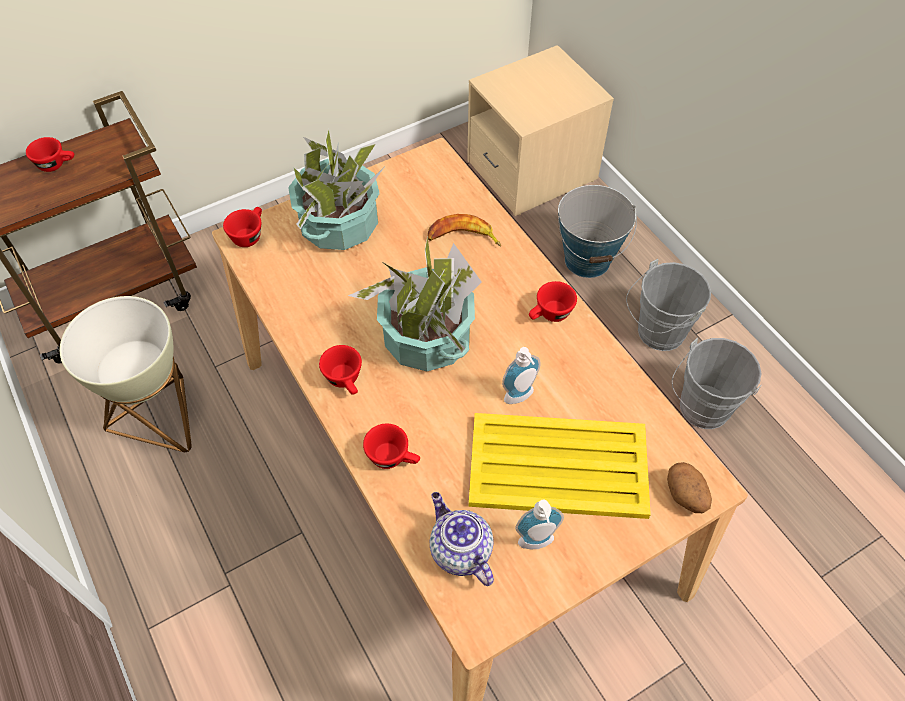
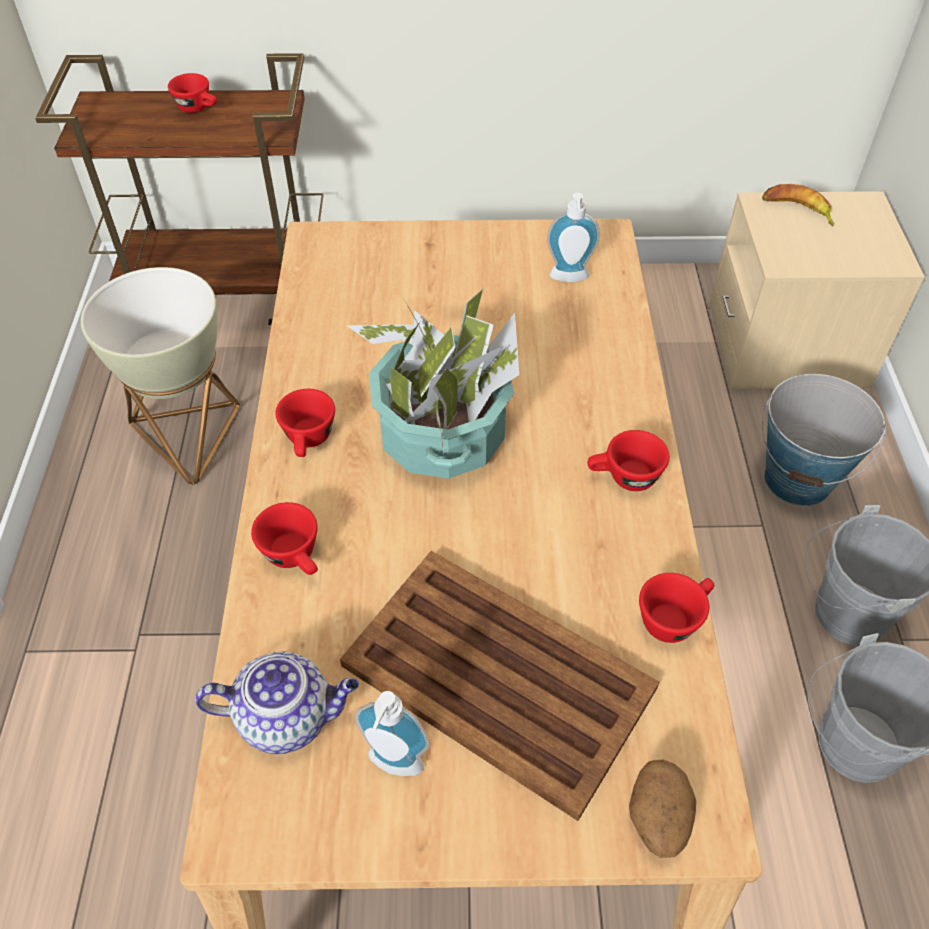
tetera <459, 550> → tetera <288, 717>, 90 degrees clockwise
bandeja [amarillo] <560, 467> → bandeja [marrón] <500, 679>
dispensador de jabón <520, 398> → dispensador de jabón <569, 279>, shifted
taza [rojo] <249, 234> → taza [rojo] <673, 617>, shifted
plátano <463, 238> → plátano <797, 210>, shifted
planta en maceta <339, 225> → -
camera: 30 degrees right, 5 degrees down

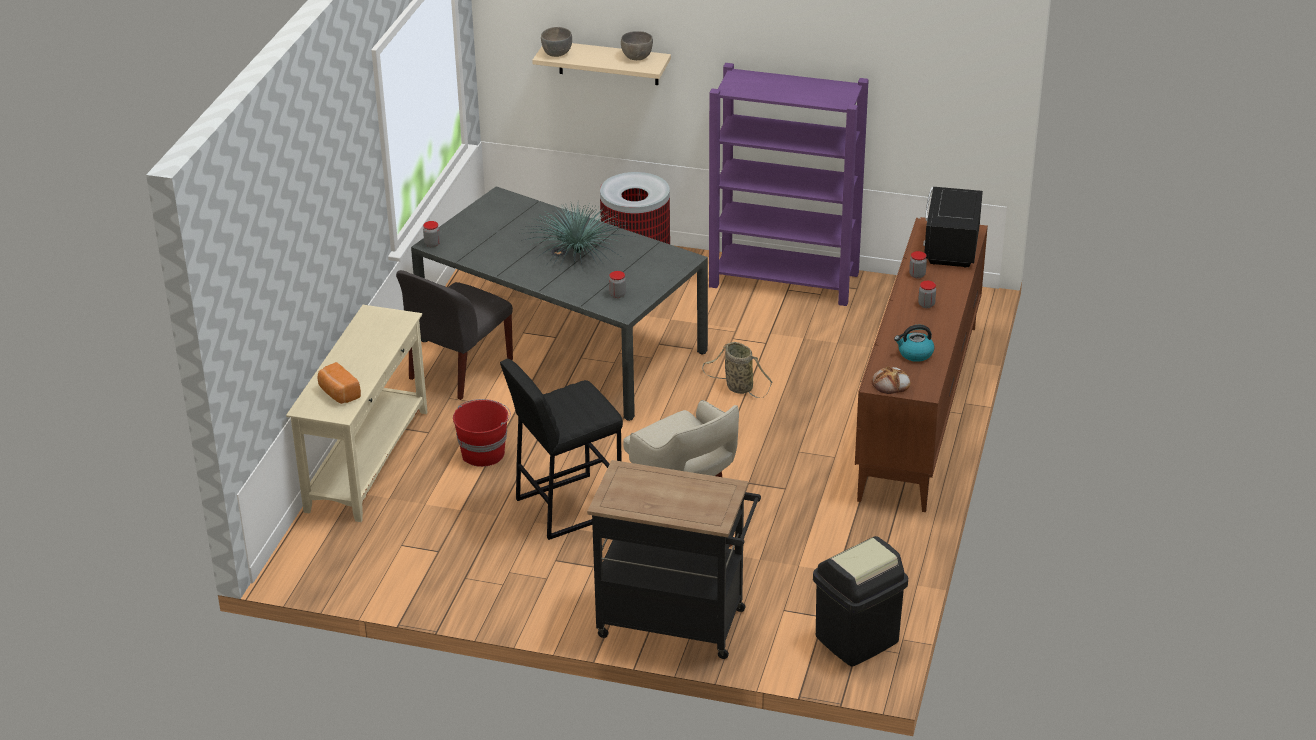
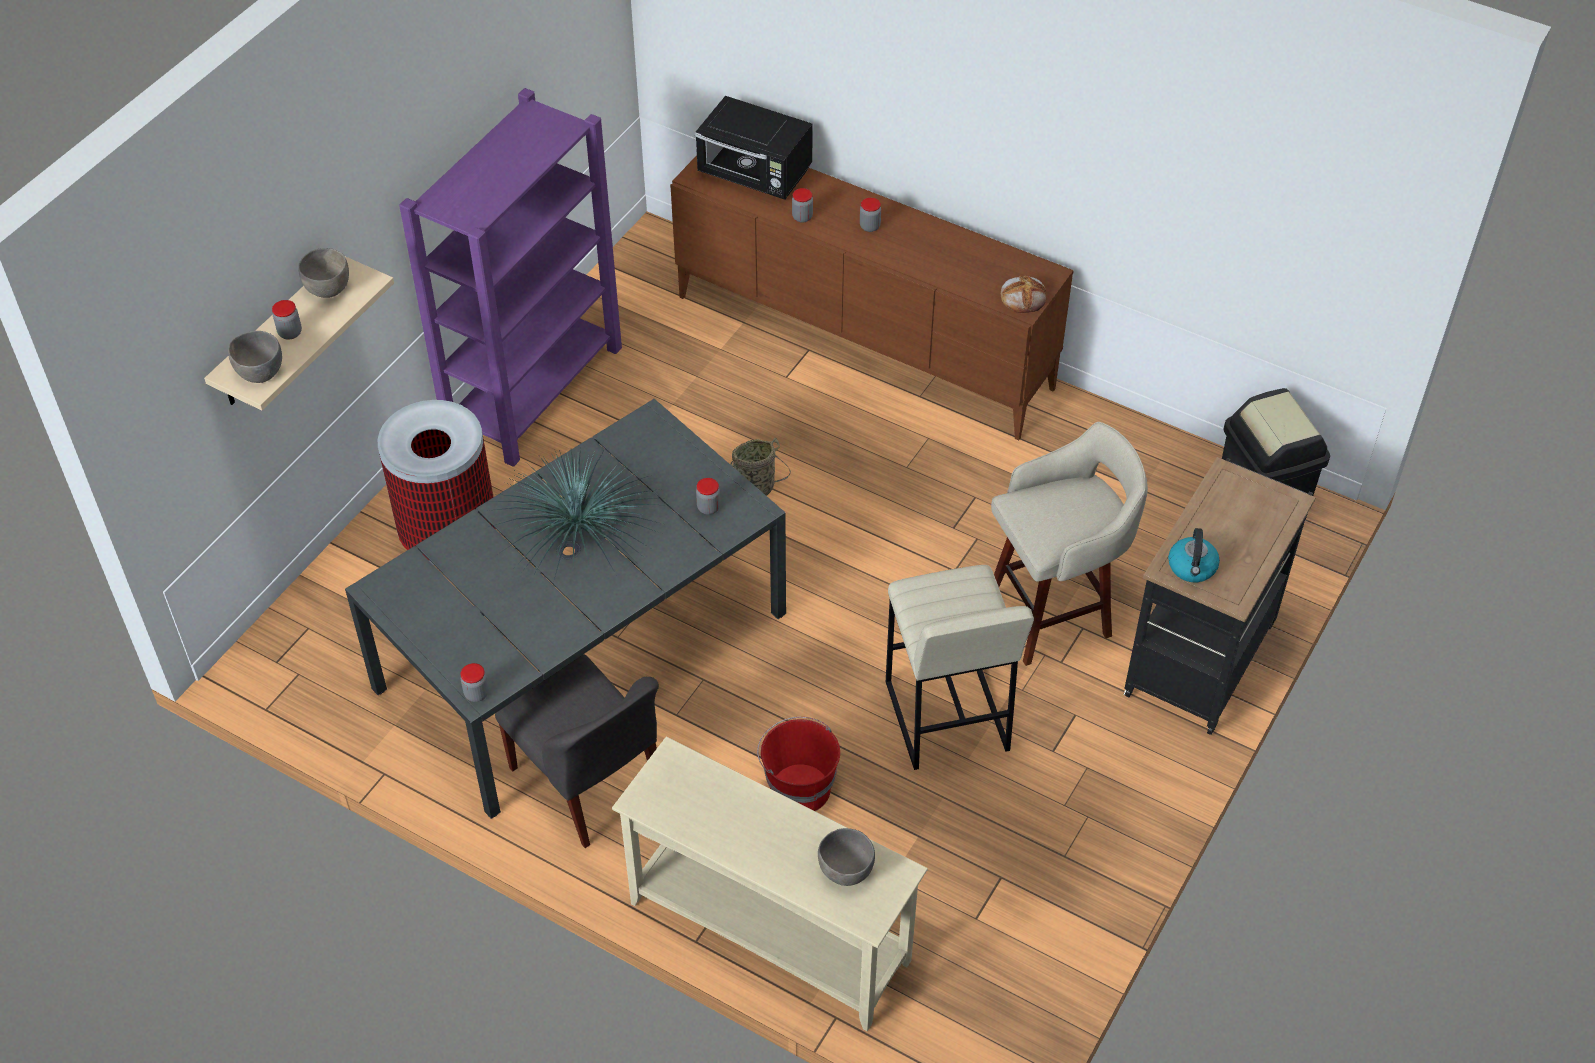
- → tarro <290, 333>
pan <338, 394> → cuenco [gris] <845, 870>
taburete [negro] <566, 507> → taburete [beis] <948, 719>
hervidor <915, 354> → hervidor <1192, 568>, shifted
camera: 75 degrees left, 15 degrees up

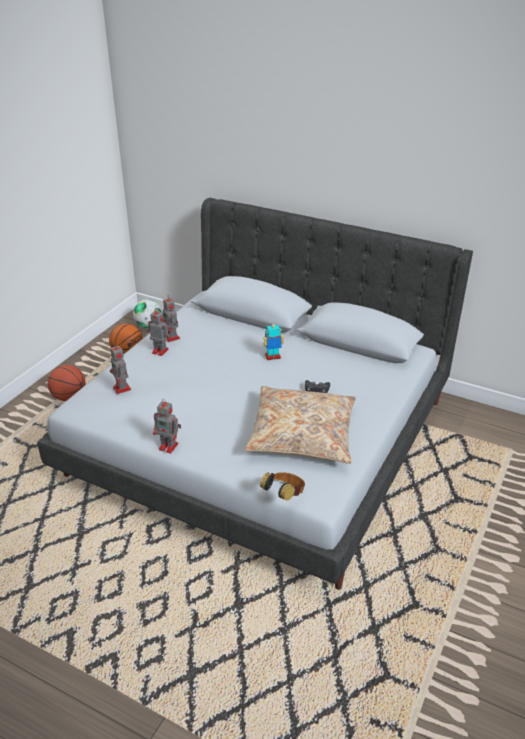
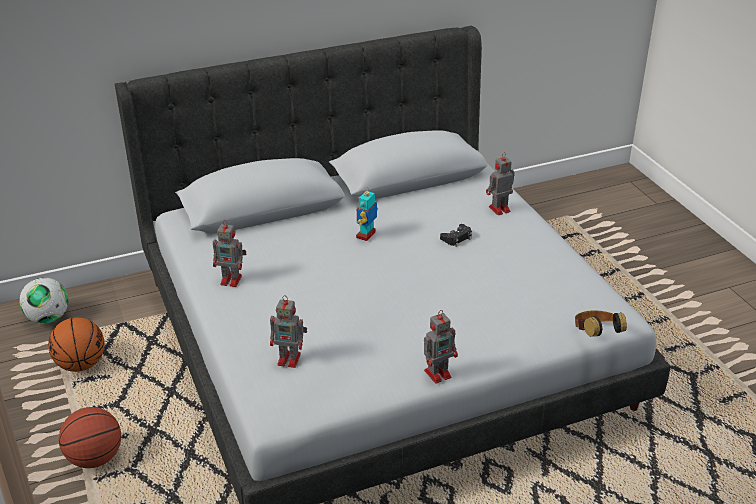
robot de juguete <159, 351> → robot de juguete <498, 209>, shifted
cojín [beis] <302, 434> → -
camera: 50 degrees left, 0 degrees up

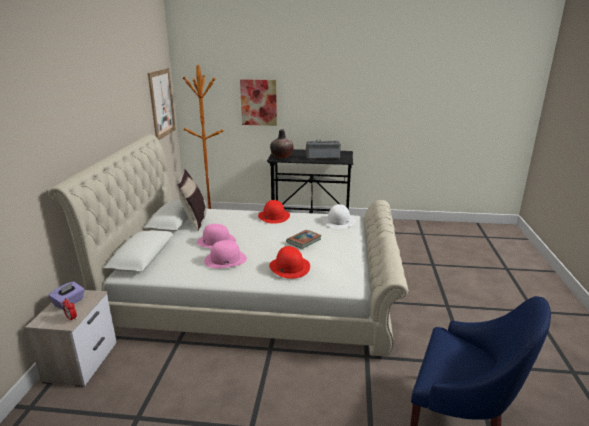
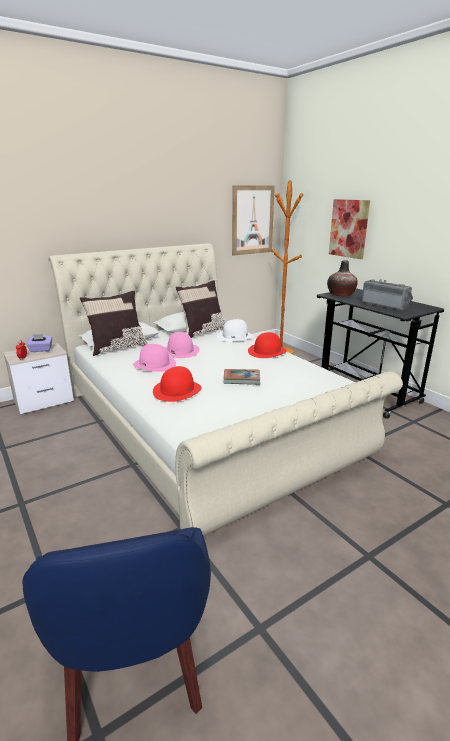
- → cojín <117, 348>
sombrero [blanco] <339, 221> → sombrero [blanco] <235, 336>, shifted
camera: 50 degrees right, 0 degrees up

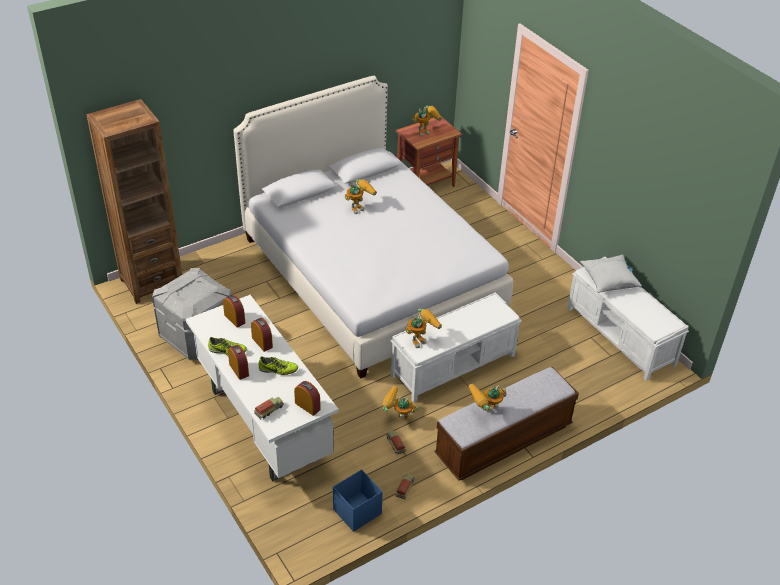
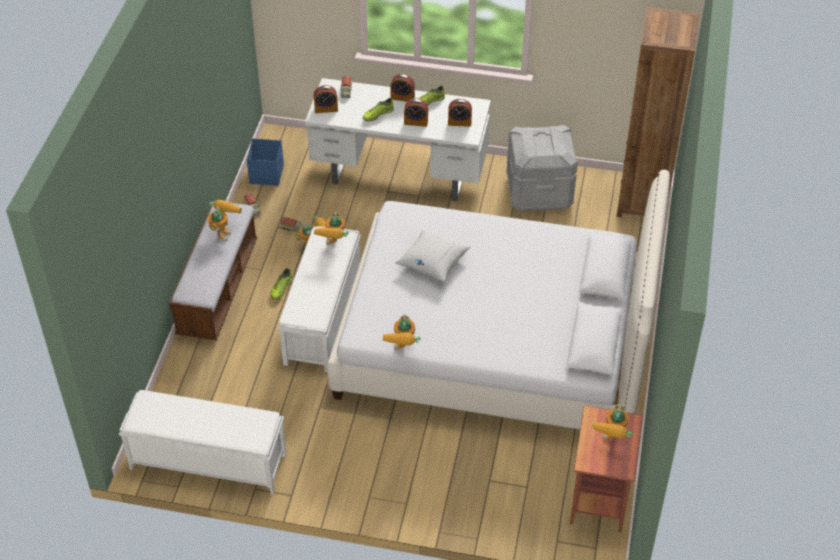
- → zapato <281, 288>
robot de juguete <359, 207> → robot de juguete <403, 349>, shifted
cojín [gris] <609, 280> → cojín [gris] <433, 262>, shifted
camera: 135 degrees right, 5 degrees up

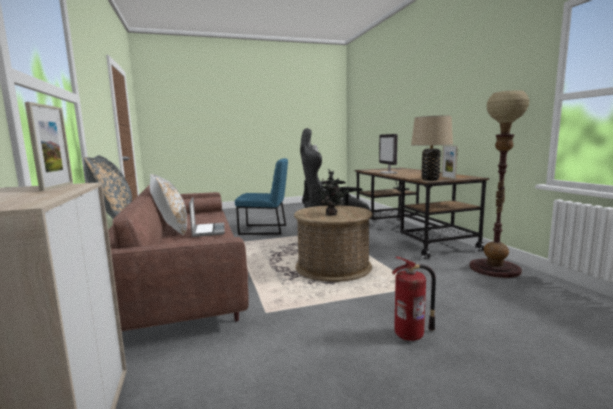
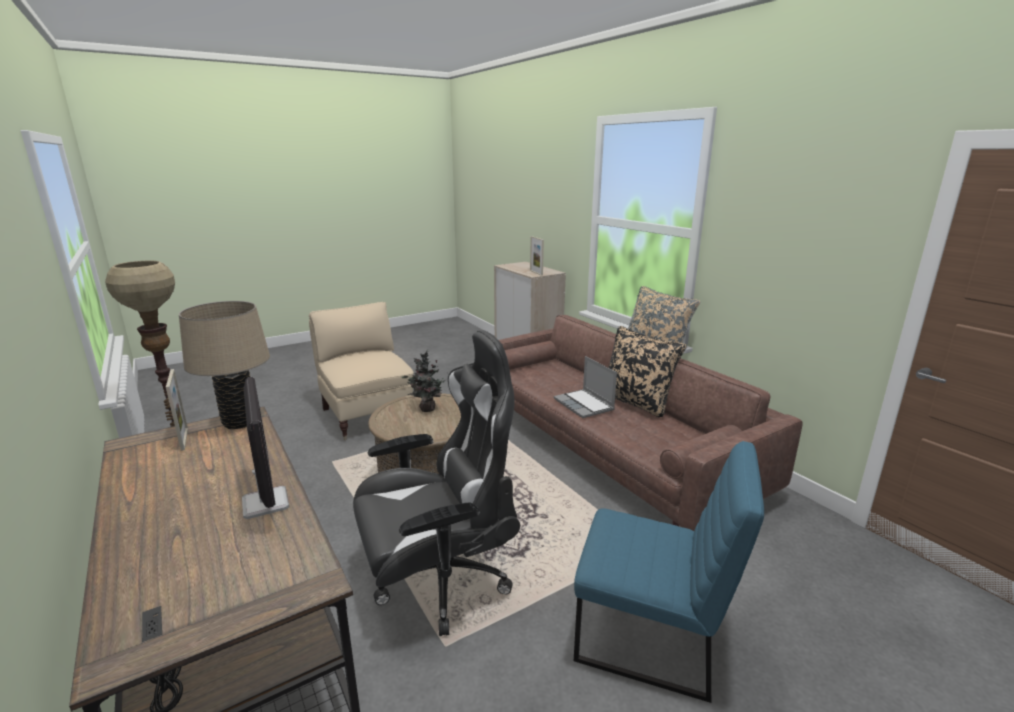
extintor <411, 335> → sillón [beis] <367, 415>
silla [azul] <264, 230> → silla [azul] <651, 639>, 150 degrees counterclockwise
cojín [blanco] <171, 230> → cojín [negro] <636, 405>
camera: 165 degrees right, 10 degrees up

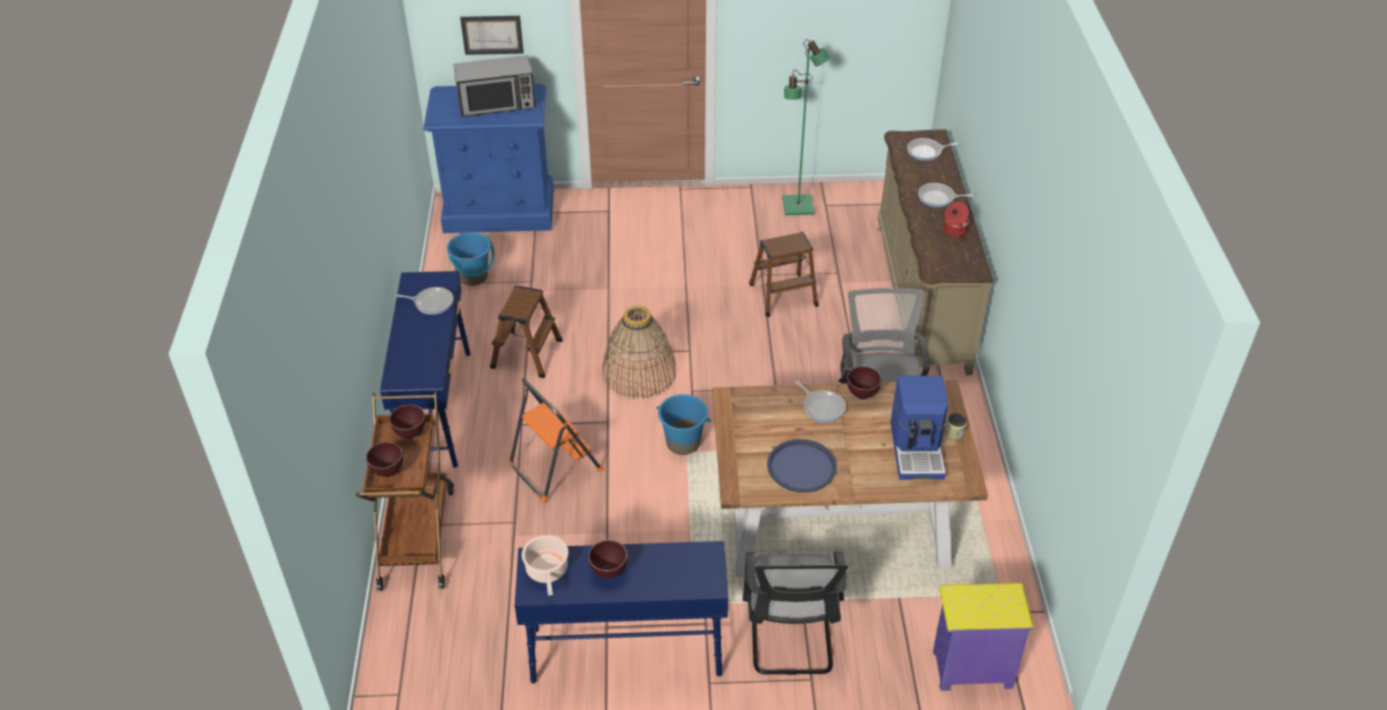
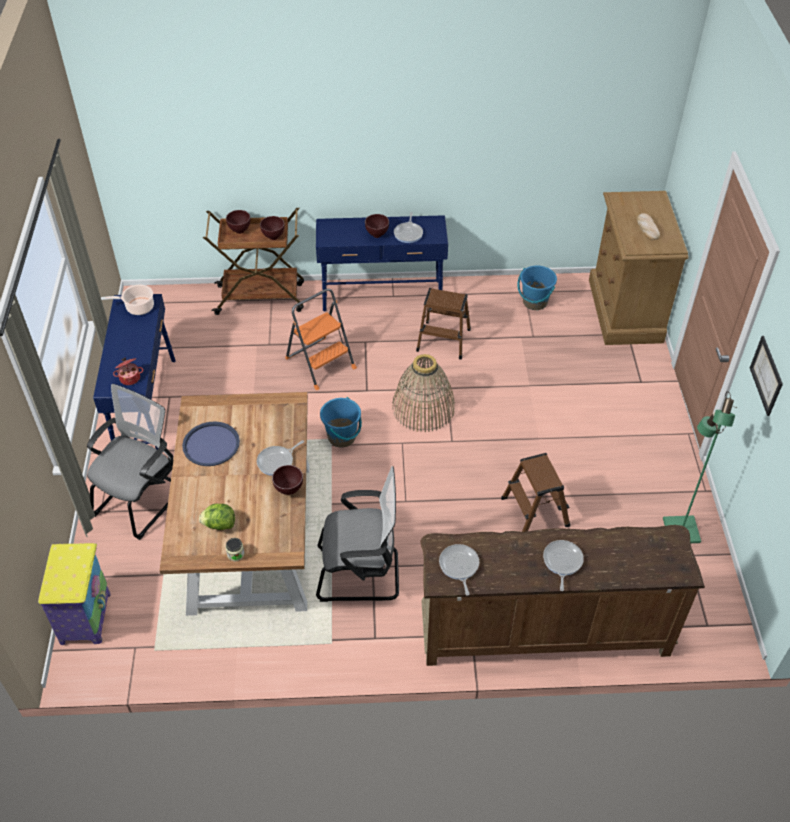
silla <789, 635> → silla <142, 500>, 120 degrees clockwise
olla <954, 231> → olla <130, 378>, shifted
cafetera <918, 449> → lechuga <219, 524>
cuenco [marrón] <608, 571> → cuenco [marrón] <377, 235>, shifted
sartén <926, 152> → sartén <459, 566>, shifted
cómoda [azul] <499, 211> → cómoda [marrón] <625, 310>
microondas <497, 104> → pan <647, 228>
cuadro <492, 34> → cuadro <766, 375>, shifted
camera: 90 degrees right, 5 degrees up

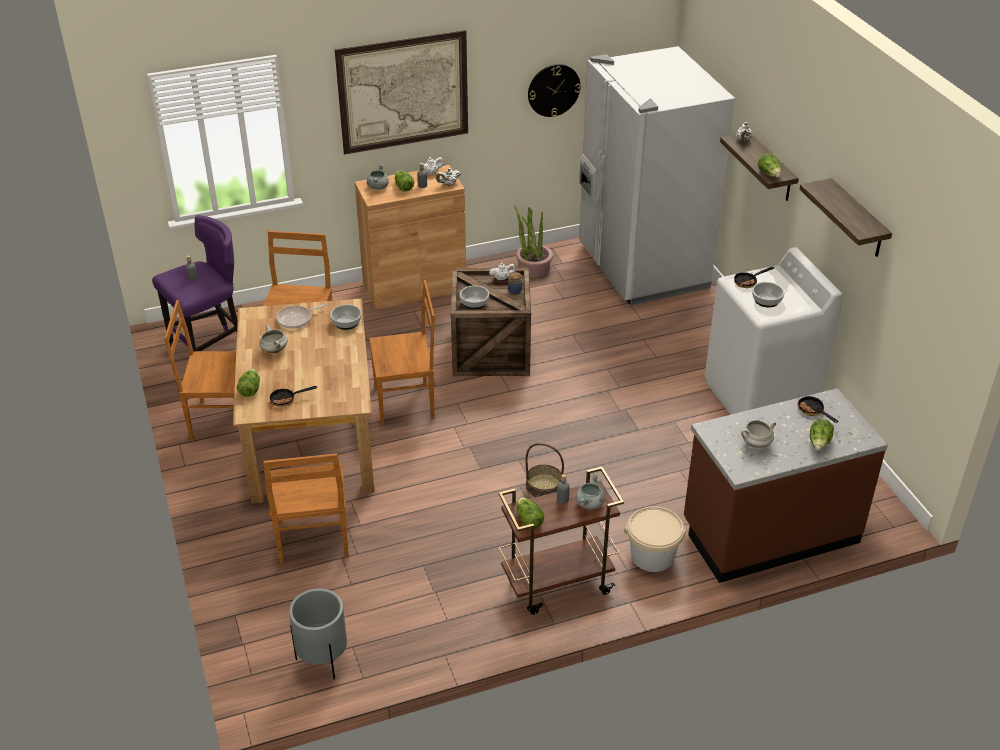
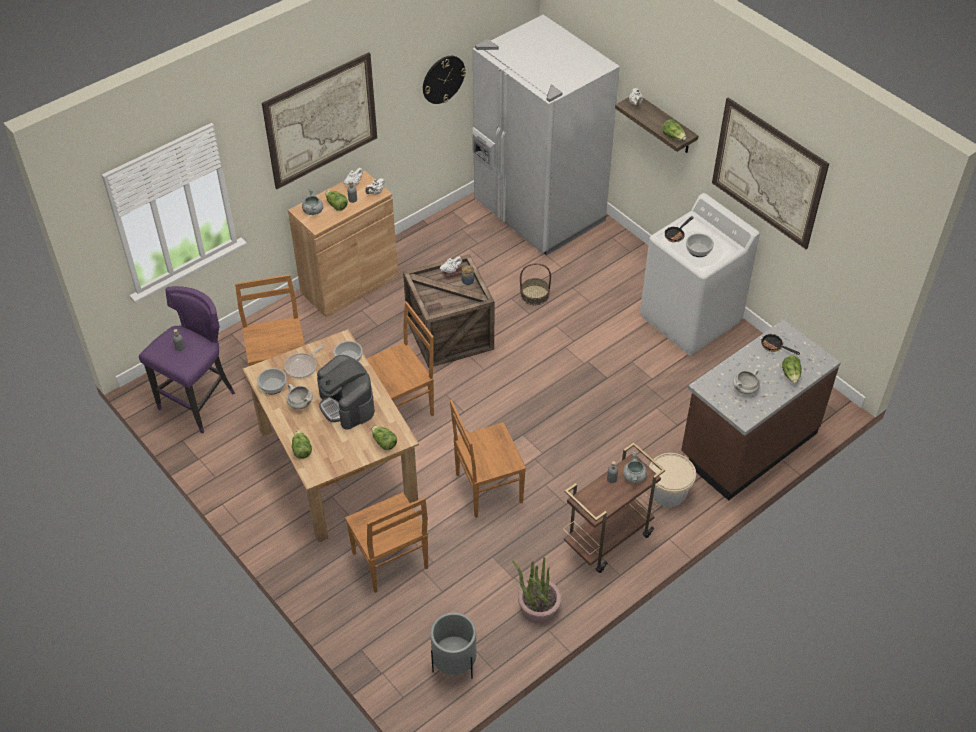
cuenco <474, 302> → cuenco <273, 386>, shifted
- → cafetera <347, 404>
lechuga <528, 520> → lechuga <384, 442>, shifted
silla [marrón] <220, 421> → silla [marrón] <486, 489>, shifted
planta en maceta <533, 268> → planta en maceta <538, 607>, shifted
cesta <544, 486> → cesta <534, 295>, shifted
estante <857, 219> → cuadro <768, 173>
sartén <287, 400> → -
camera: 20 degrees left, 10 degrees up

